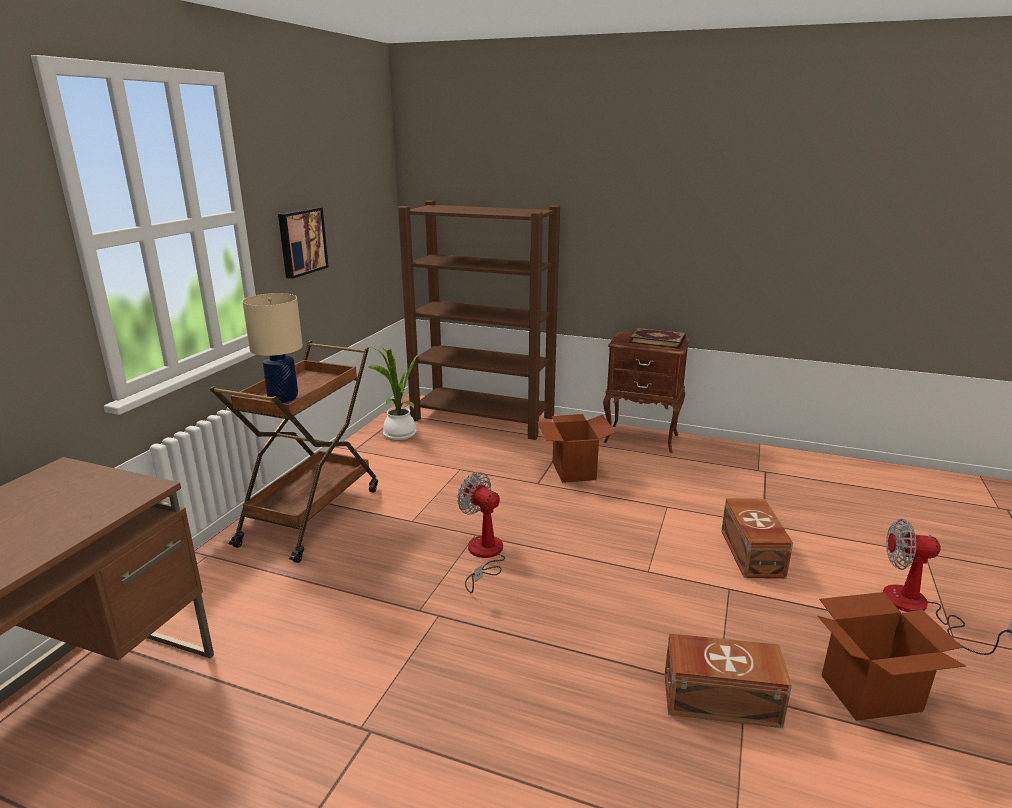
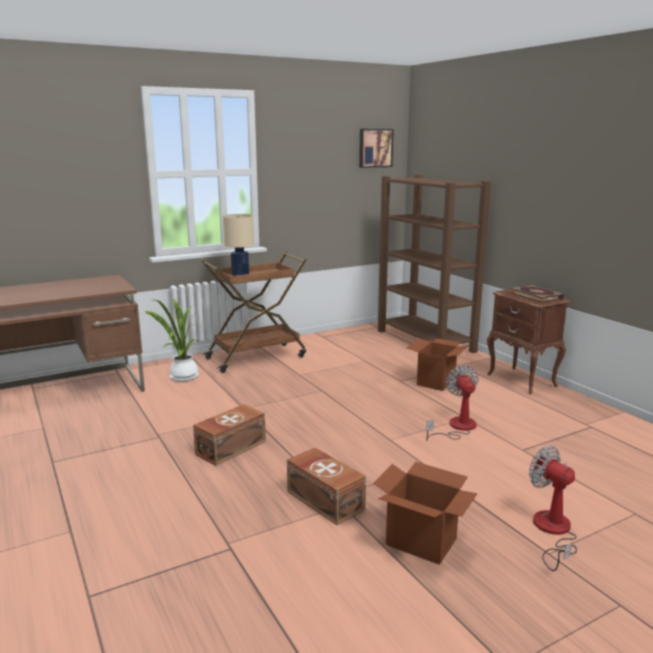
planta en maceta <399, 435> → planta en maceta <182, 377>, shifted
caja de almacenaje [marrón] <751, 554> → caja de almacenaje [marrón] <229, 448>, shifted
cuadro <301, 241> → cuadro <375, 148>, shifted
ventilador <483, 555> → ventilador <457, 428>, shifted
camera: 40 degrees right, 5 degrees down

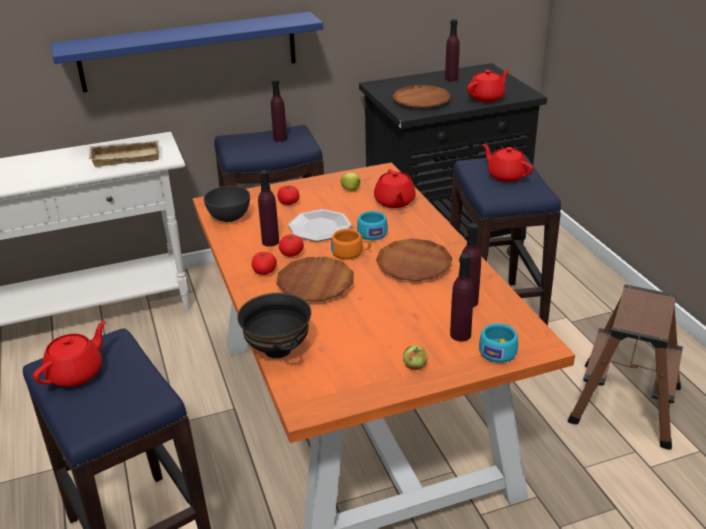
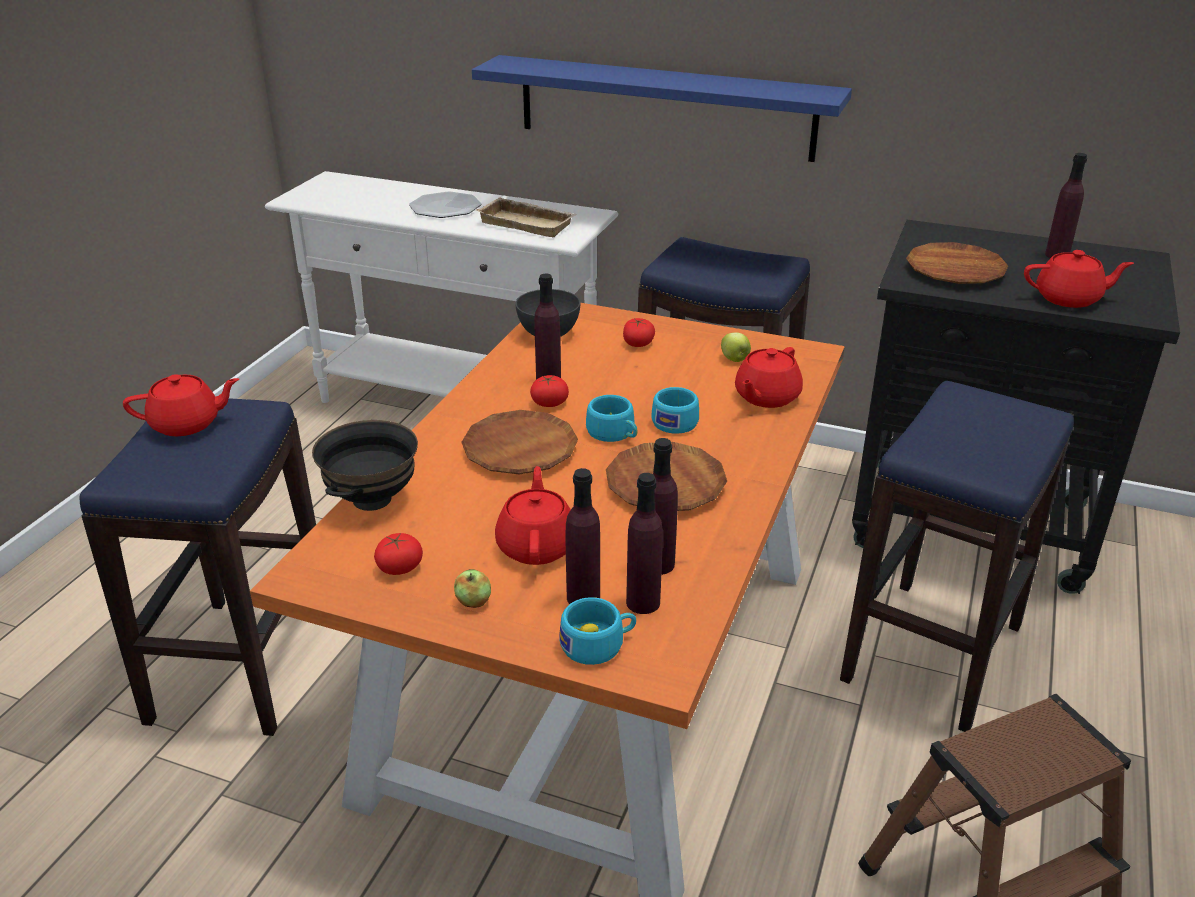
tomate <264, 271> → tomate <399, 567>, shifted
plato <320, 227> → plato <445, 207>, shifted
tetera [rojo] <506, 175> → tetera [rojo] <537, 546>, shifted
taza [naranja] <351, 253> → taza [turquesa] <614, 434>
botella [morado] <280, 139> → botella [morado] <643, 602>, shifted
camera: 40 degrees right, 0 degrees up

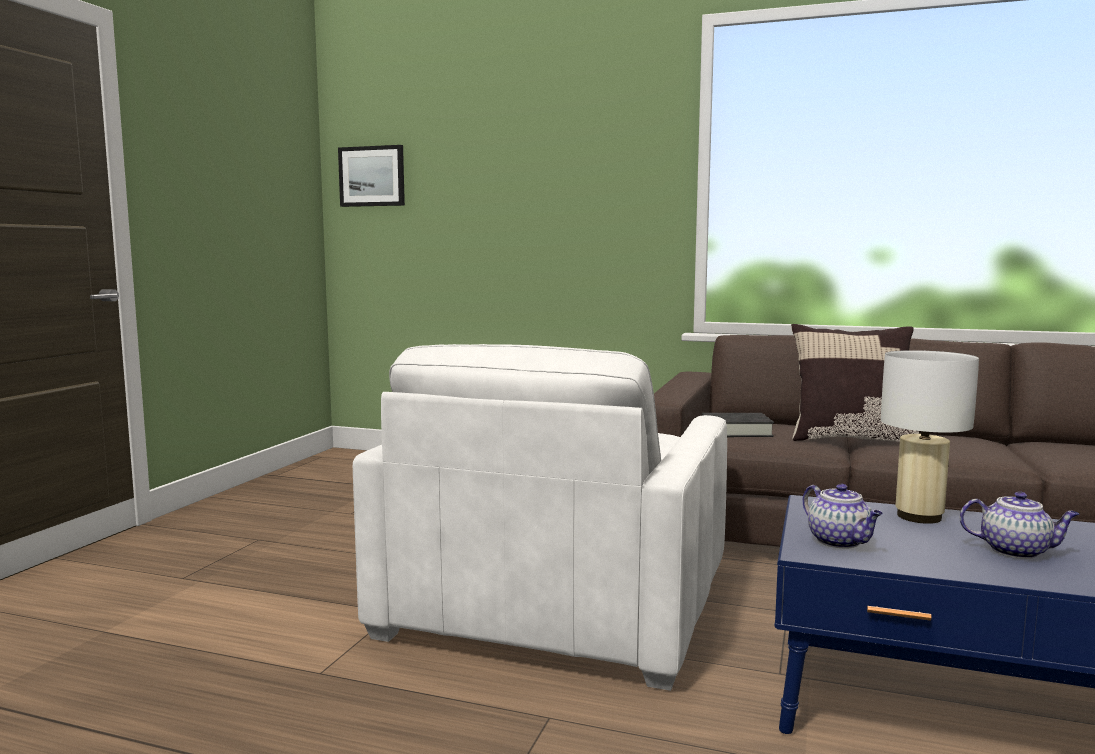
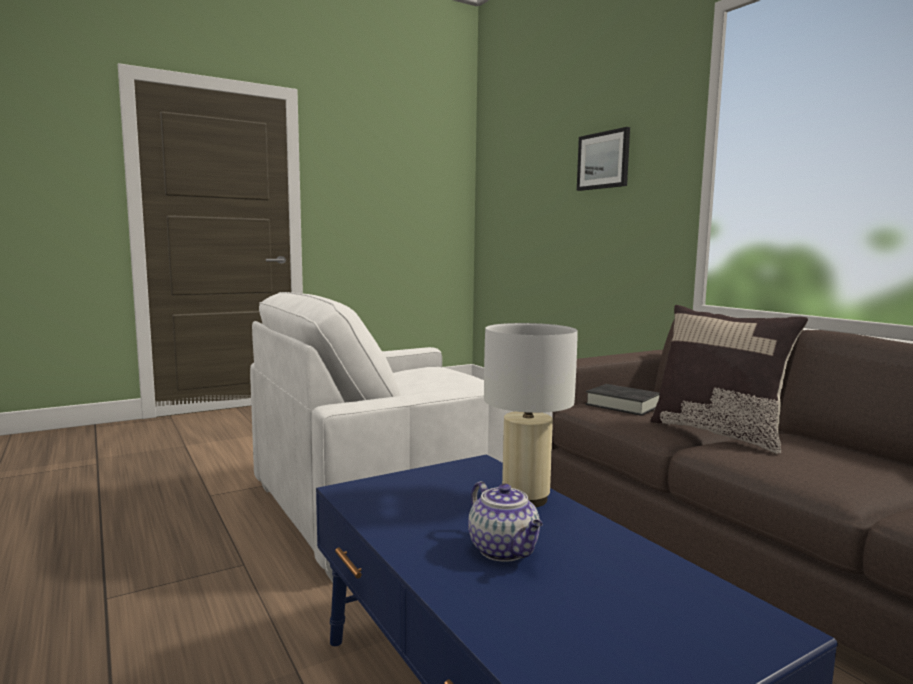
cuadro <372, 176> → cuadro <603, 160>, shifted
tetera <840, 542> → -
camera: 40 degrees right, 0 degrees up

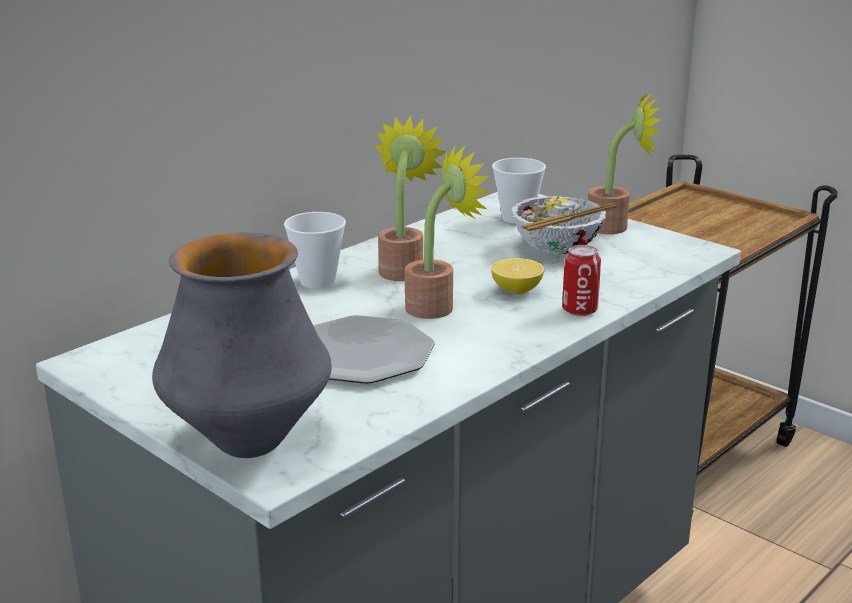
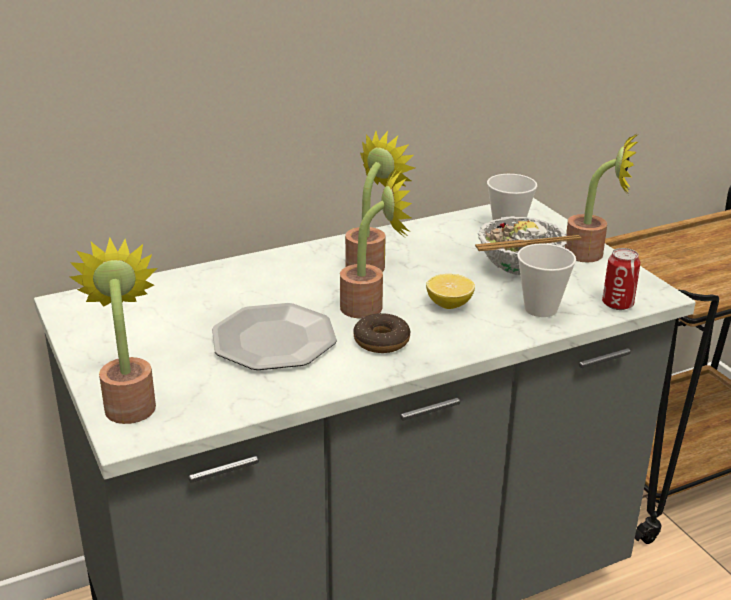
florero <248, 443> → planta en maceta <129, 402>
- → rosquilla <381, 341>
taza <317, 281> → taza <540, 309>, shifted
lata <579, 310> → lata <617, 304>, shifted
camera: 20 degrees right, 5 degrees up

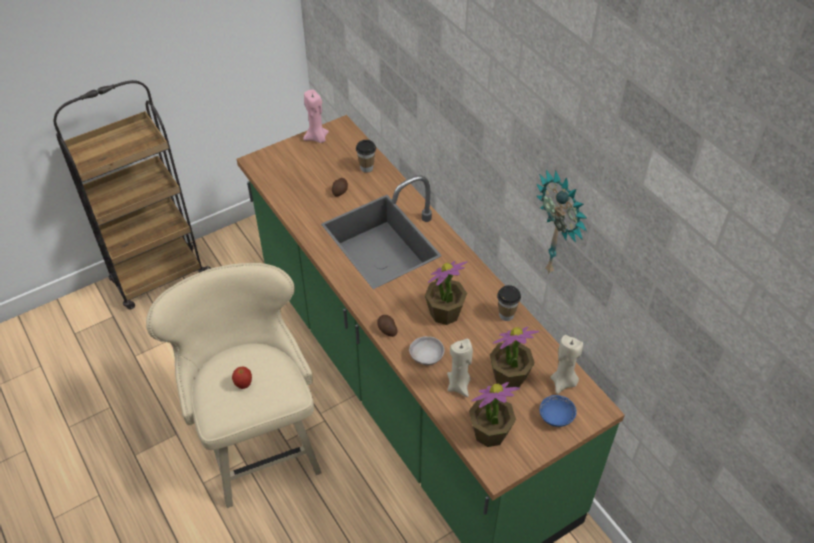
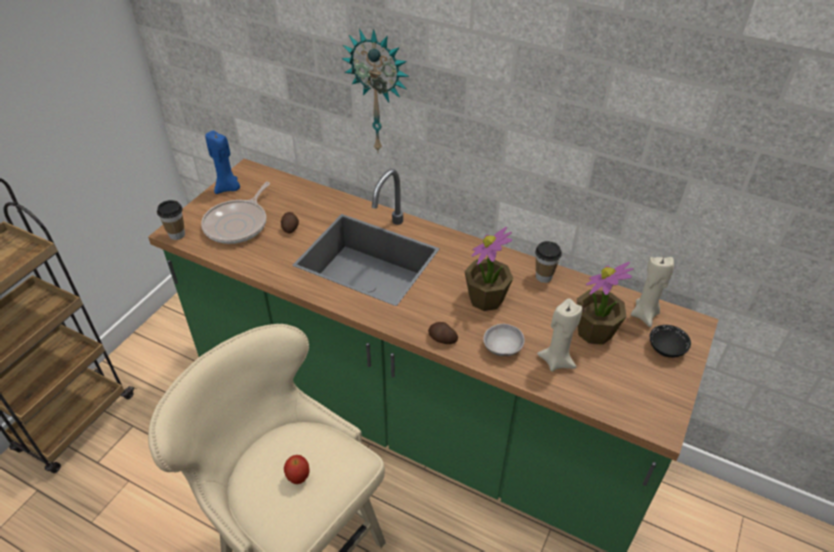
taza <366, 168> → taza <177, 235>, shifted
- → sartén <238, 224>
vela [rosa] <317, 138> → vela [azul] <228, 188>
reloj de pared <561, 226> → reloj de pared <378, 92>, shifted
cuenco [azul] <556, 417> → cuenco [negro] <666, 348>
planta en maceta <489, 433> → -
camera: 30 degrees left, 5 degrees down

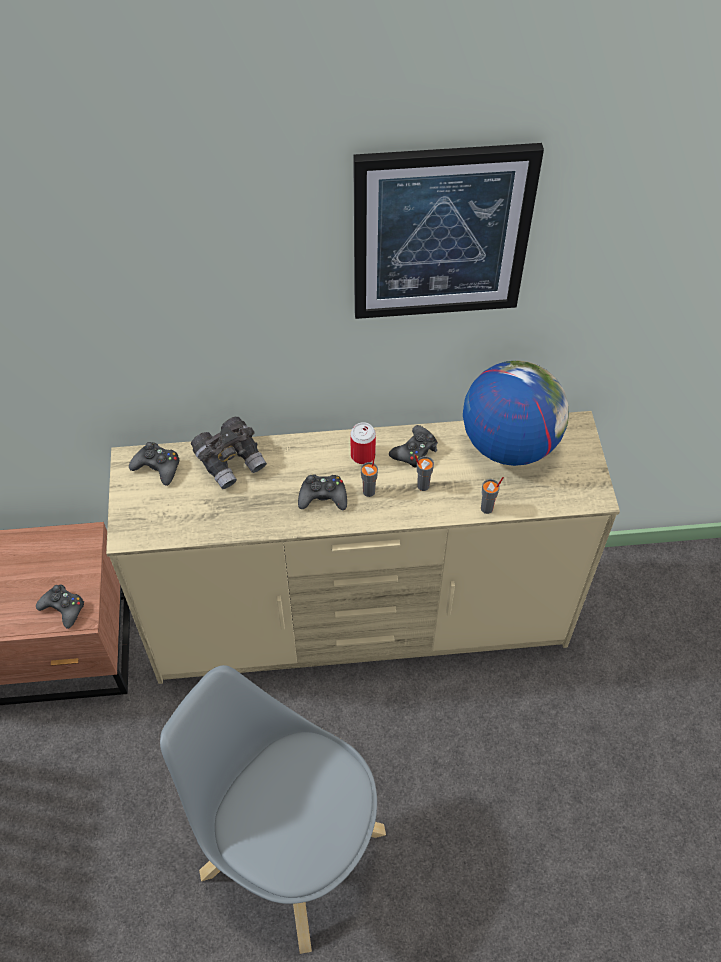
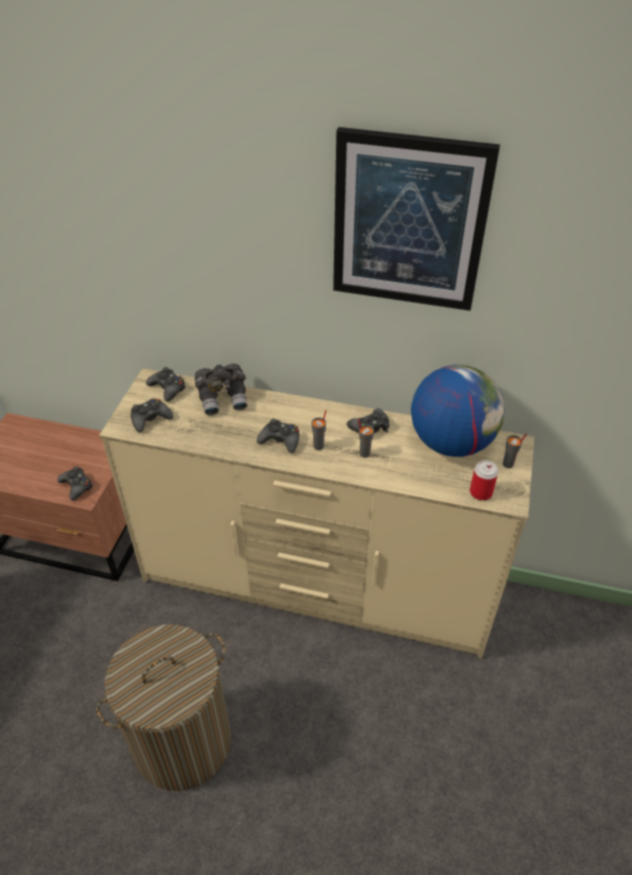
silla [gris] <289, 848> → cesto de la ropa <182, 741>
- → mando de consola [negro] <150, 419>
lata <363, 455> → lata <481, 492>, shifted
taza [gris] <487, 508> → taza [gris] <508, 464>, shifted
camera: 20 degrees right, 10 degrees down

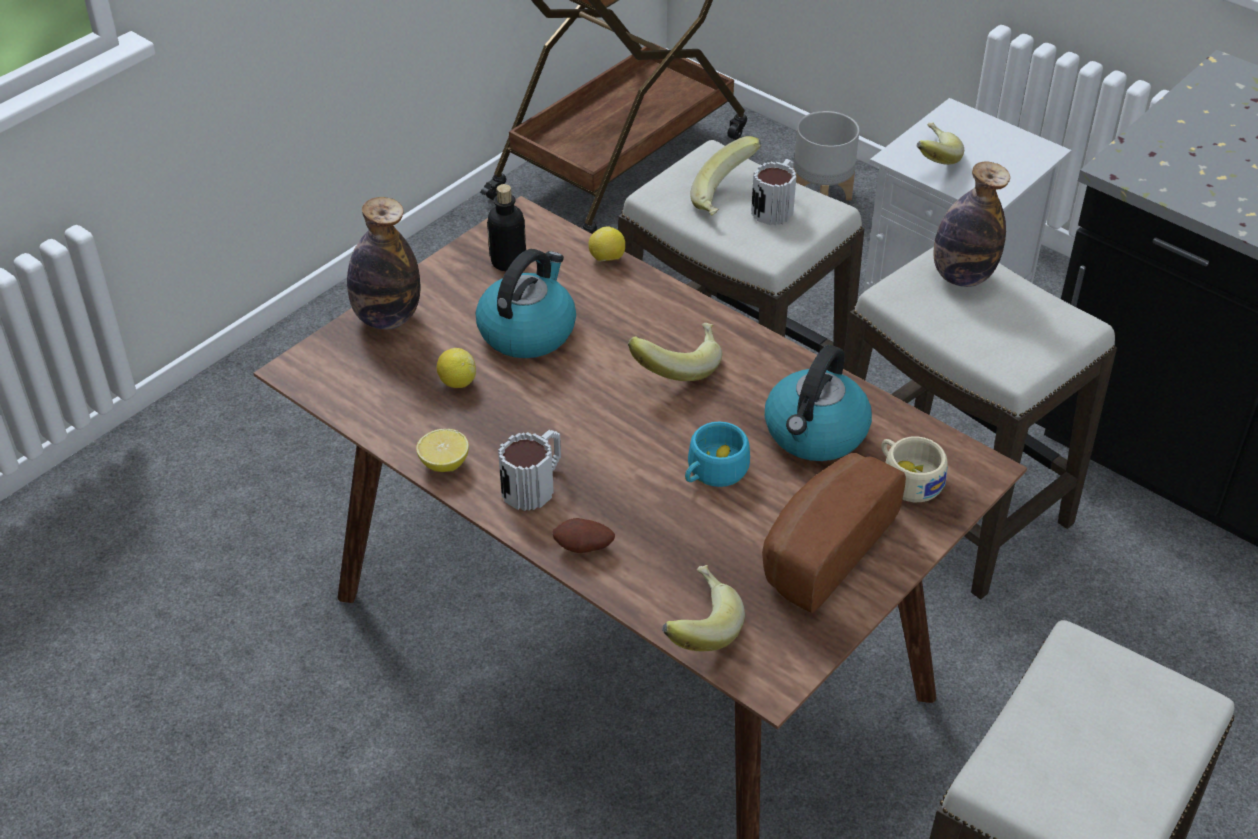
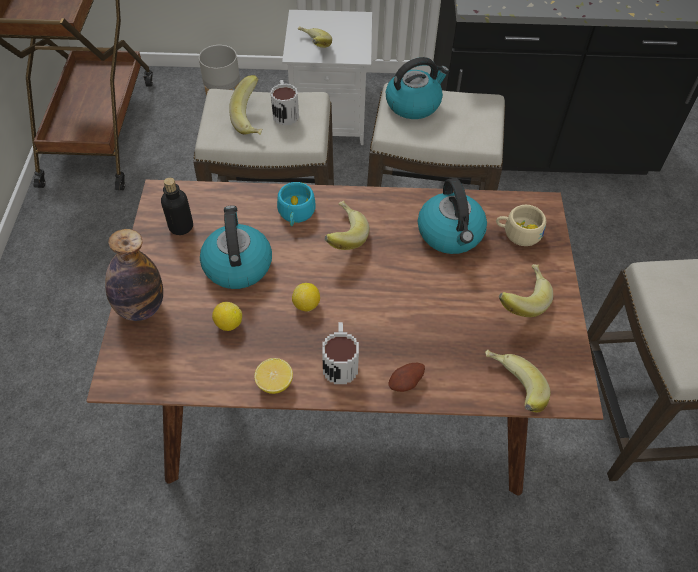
taza [turquesa] <712, 472> → taza [turquesa] <295, 214>, shifted
limón <607, 259> → limón <306, 305>, shifted
botella <962, 276> → hervidor <413, 104>
pan <822, 549> → plátano <520, 299>
camera: 40 degrees left, 10 degrees up

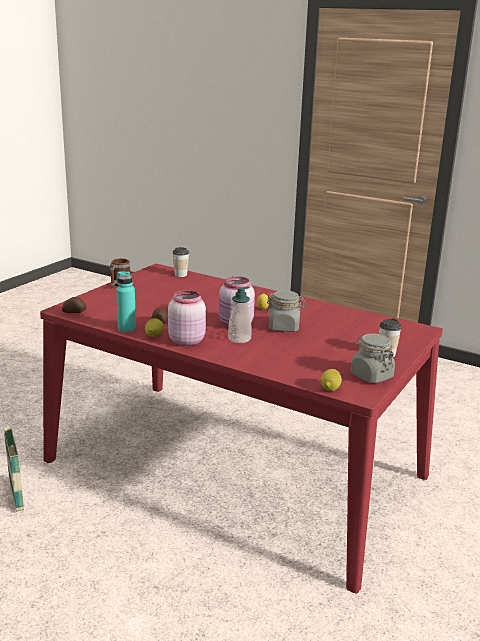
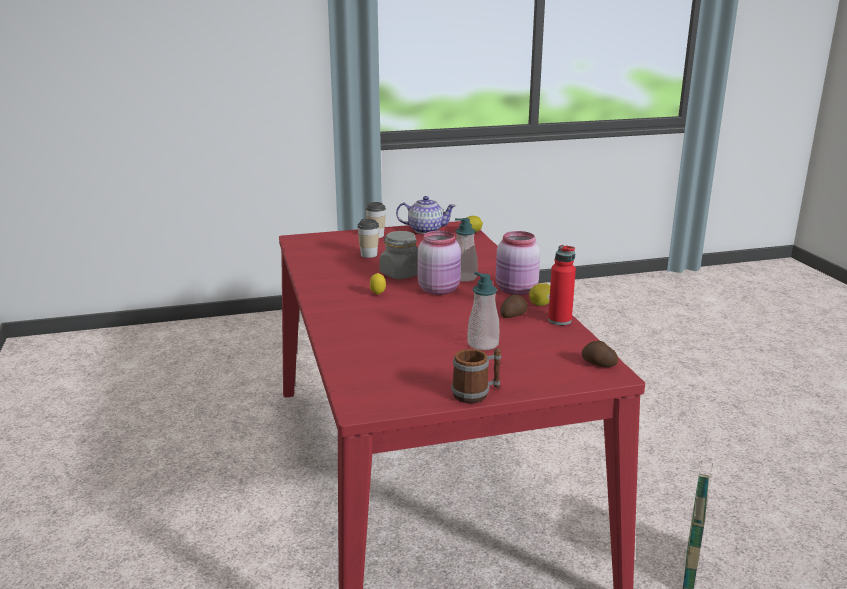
taza <180, 275> → taza <369, 255>, shifted
tarro [gris] <371, 376> → tetera <425, 230>
- → dispensador de jabón <483, 344>
botella [turquesa] <126, 329> → botella [rojo] <559, 320>
camera: 135 degrees left, 0 degrees up

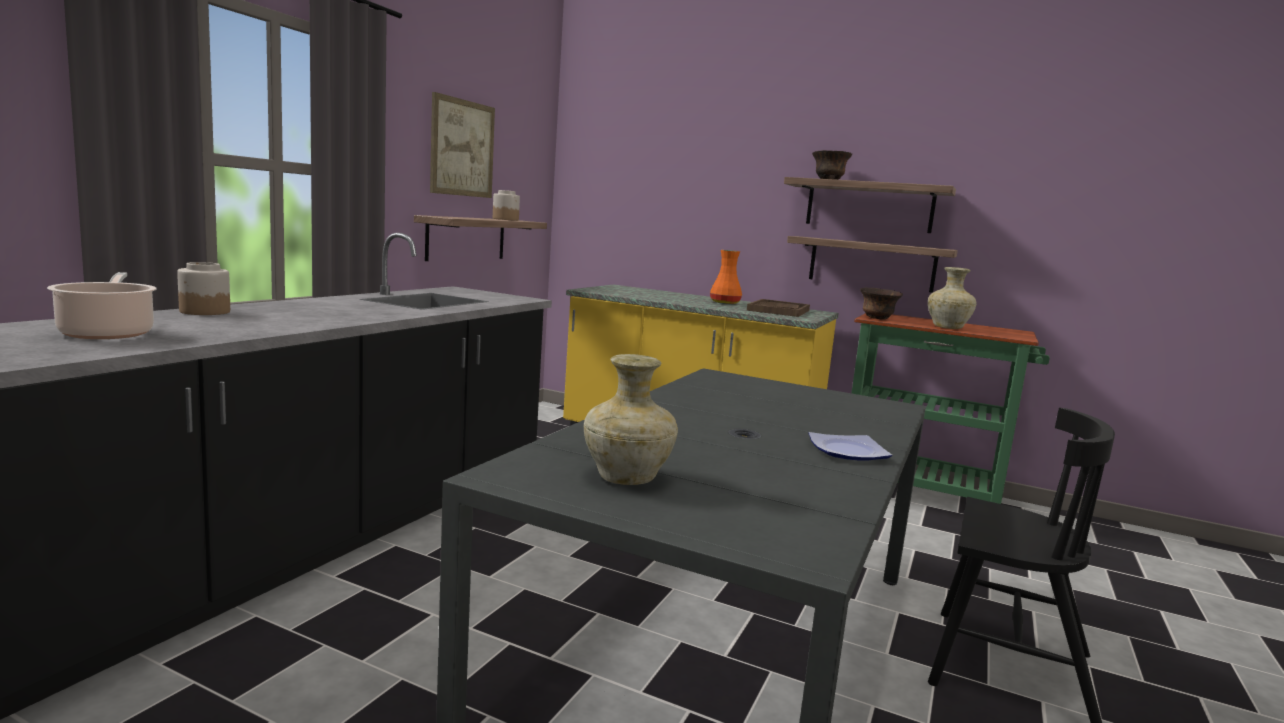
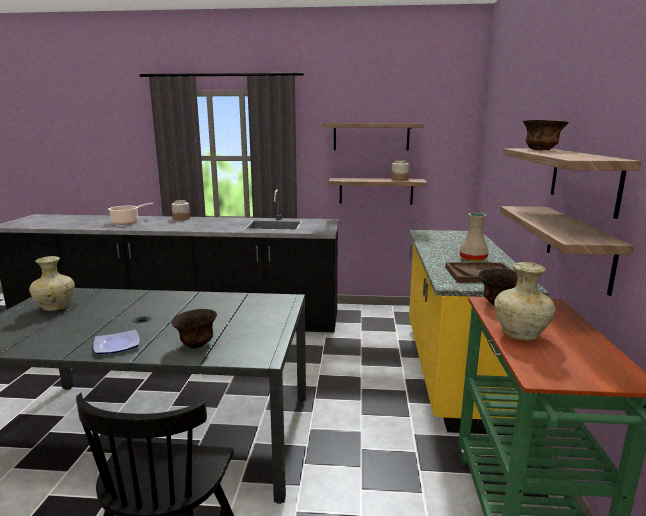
- → cuenco [marrón] <196, 344>
cuadro <462, 148> → estante <371, 136>
florero [naranja] <725, 303> → florero [beis] <473, 259>
camera: 70 degrees right, 5 degrees up

